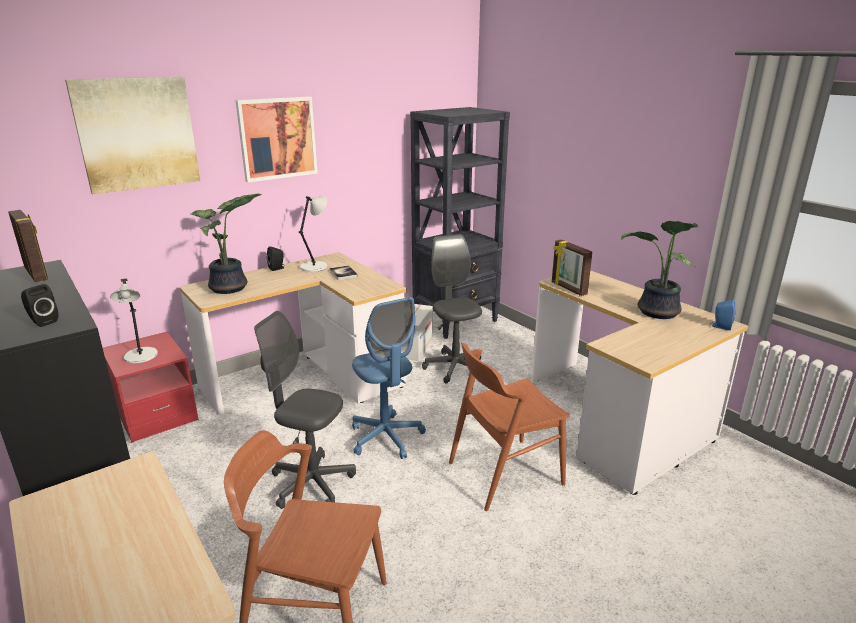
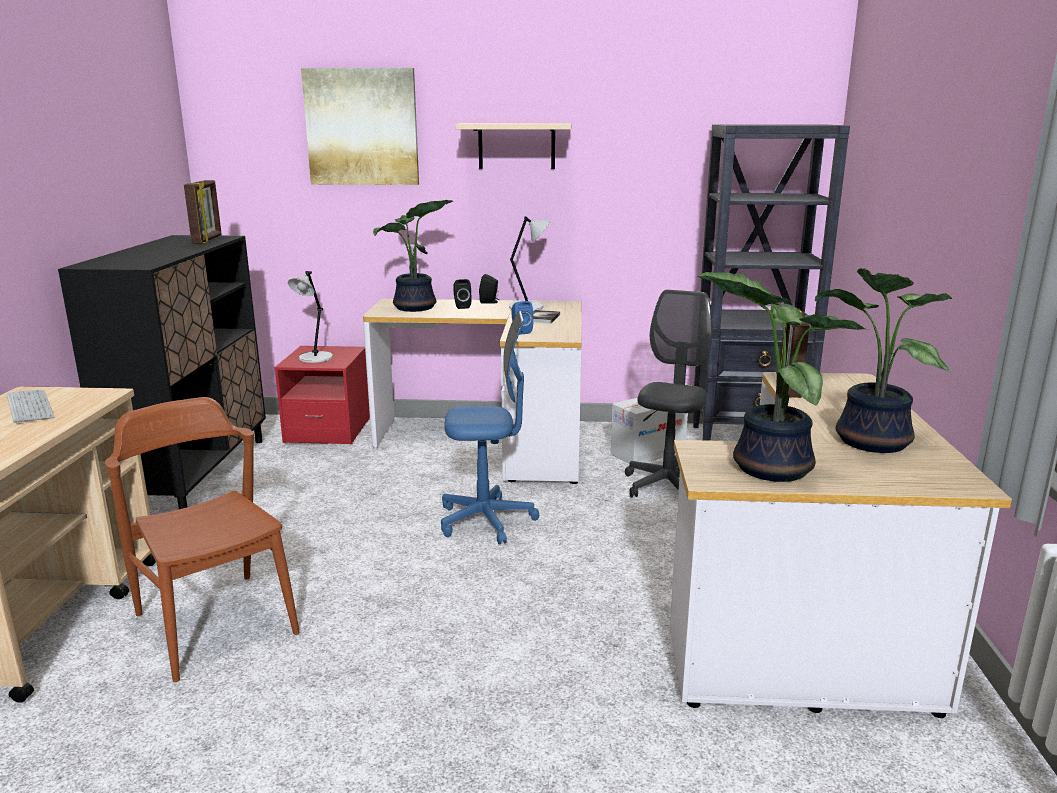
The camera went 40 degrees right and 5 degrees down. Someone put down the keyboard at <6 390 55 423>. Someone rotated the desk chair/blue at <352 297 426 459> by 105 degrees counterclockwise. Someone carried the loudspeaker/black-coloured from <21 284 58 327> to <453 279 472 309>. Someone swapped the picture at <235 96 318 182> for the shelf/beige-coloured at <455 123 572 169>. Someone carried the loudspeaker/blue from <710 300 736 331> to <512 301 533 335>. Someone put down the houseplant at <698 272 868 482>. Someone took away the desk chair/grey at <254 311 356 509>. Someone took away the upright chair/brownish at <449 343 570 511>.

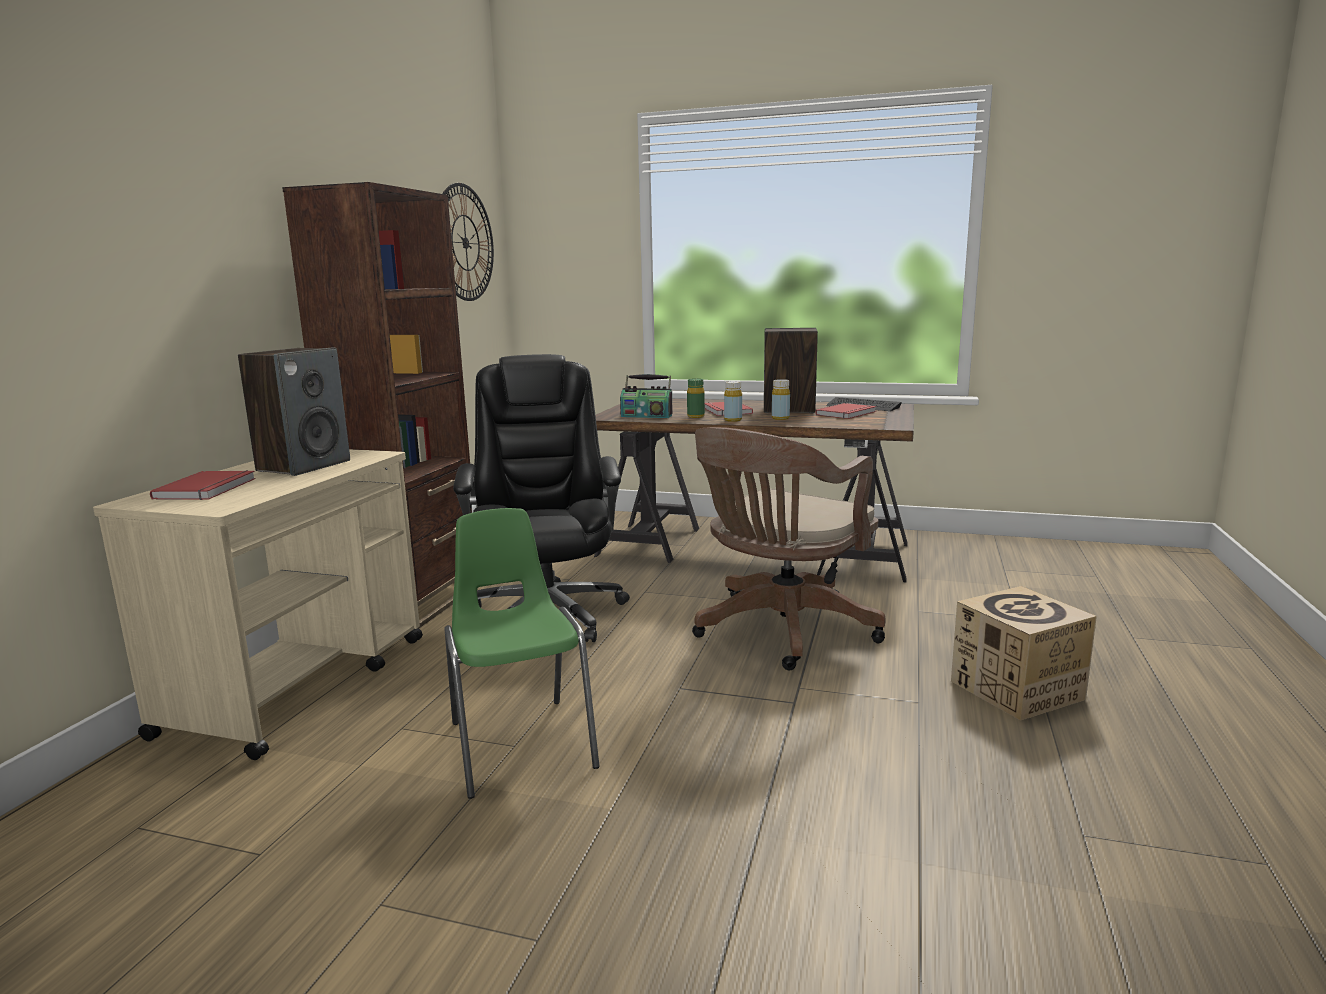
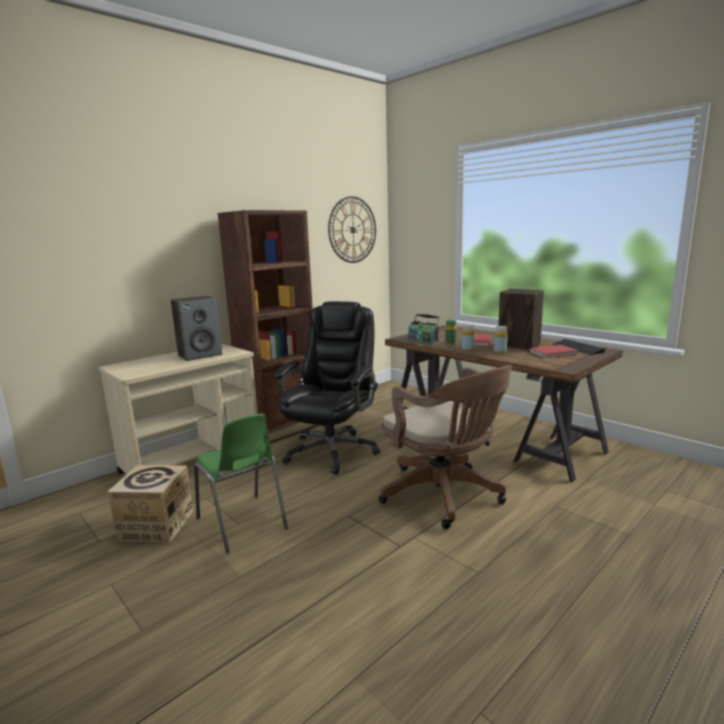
The camera went 30 degrees right and 0 degrees up. Someone carried the packing box from <951 586 1097 721> to <107 465 193 543>. Someone rotated the upright chair/greenish at <445 508 600 799> by 135 degrees clockwise. Someone rotated the desk chair/brownish at <692 427 886 670> by 105 degrees counterclockwise. Someone took away the volume/reddish at <150 470 256 500>.

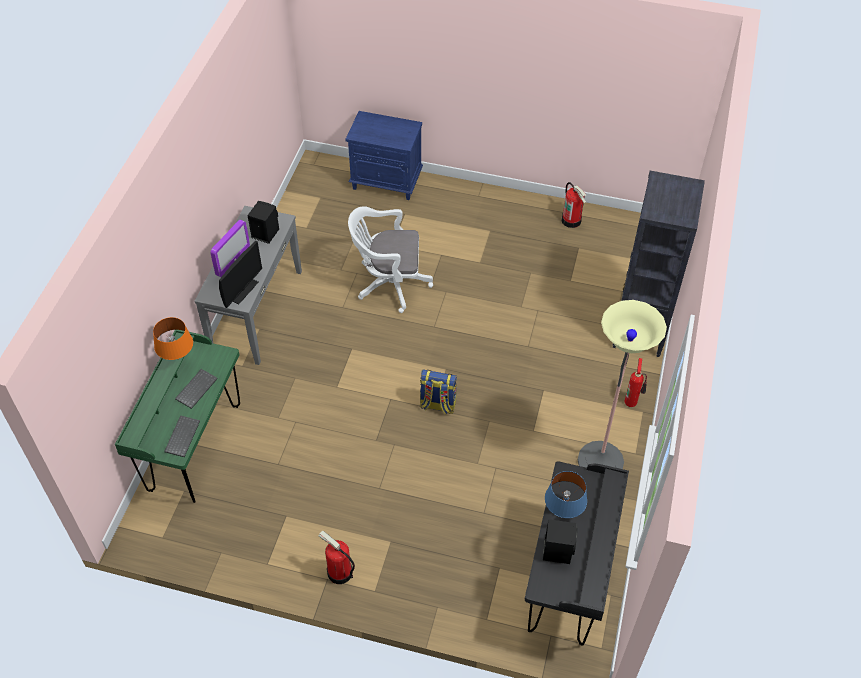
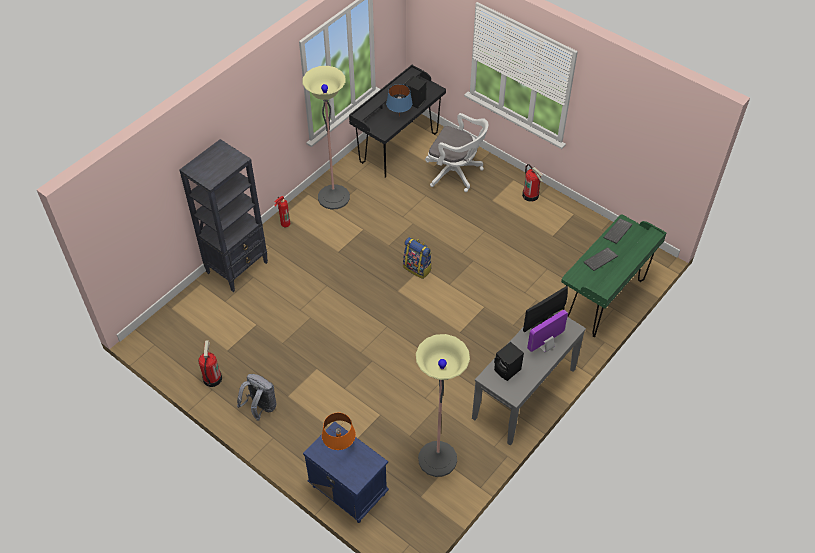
The camera went 155 degrees left and 0 degrees up. Someone put down the knapsack/grey at <237 374 276 421>. Someone carried the tabletop lamp/orange-coloured from <153 317 193 360> to <322 413 356 450>. Someone put down the standing lamp at <416 334 470 477>. Someone carried the desk chair/white-coloured from <348 206 433 313> to <425 113 488 192>.

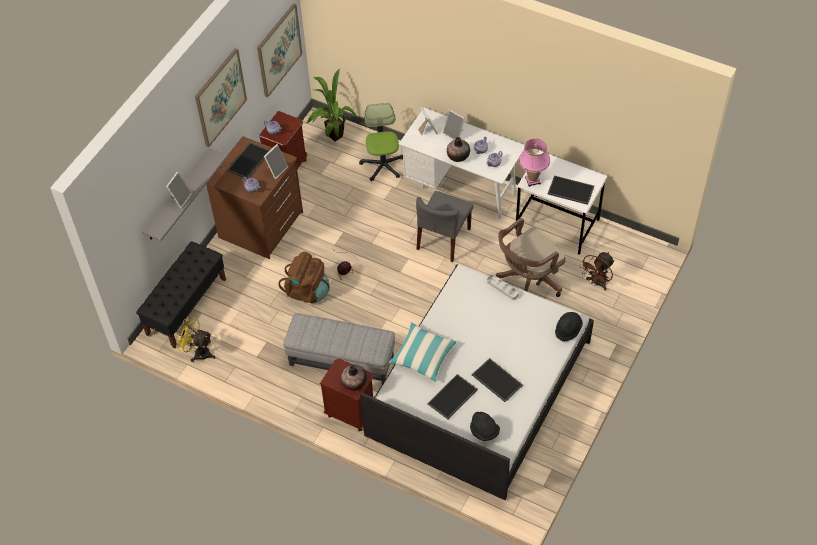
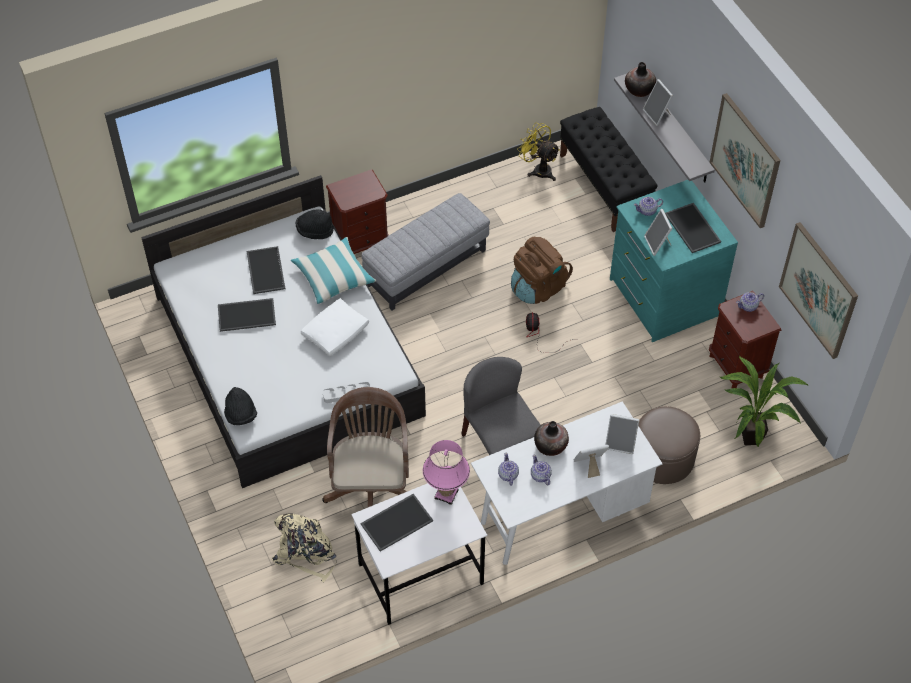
The camera went 125 degrees right and 0 degrees up. Someone swapped the cooling fan/brownish at <580 252 615 290> for the knapsack/beige-coloured at <272 513 336 582>. Someone carried the clothing hat/black-coloured from <470 412 500 441> to <296 209 334 239>. Someone put down the pillow/white-coloured at <301 298 369 356>. Someone rotated the cooling fan/yellow at <176 317 216 362> by 105 degrees counterclockwise. Someone repainted the chest of drawers/brownish at <206 136 303 259>, which became the chest of drawers/turquoise-coloured at <610 180 738 342>. Someone carried the decorative vase from <341 365 367 391> to <625 62 656 97>. Someone swapped the desk chair at <359 103 403 181> for the footrest/brownish at <638 406 700 484>.

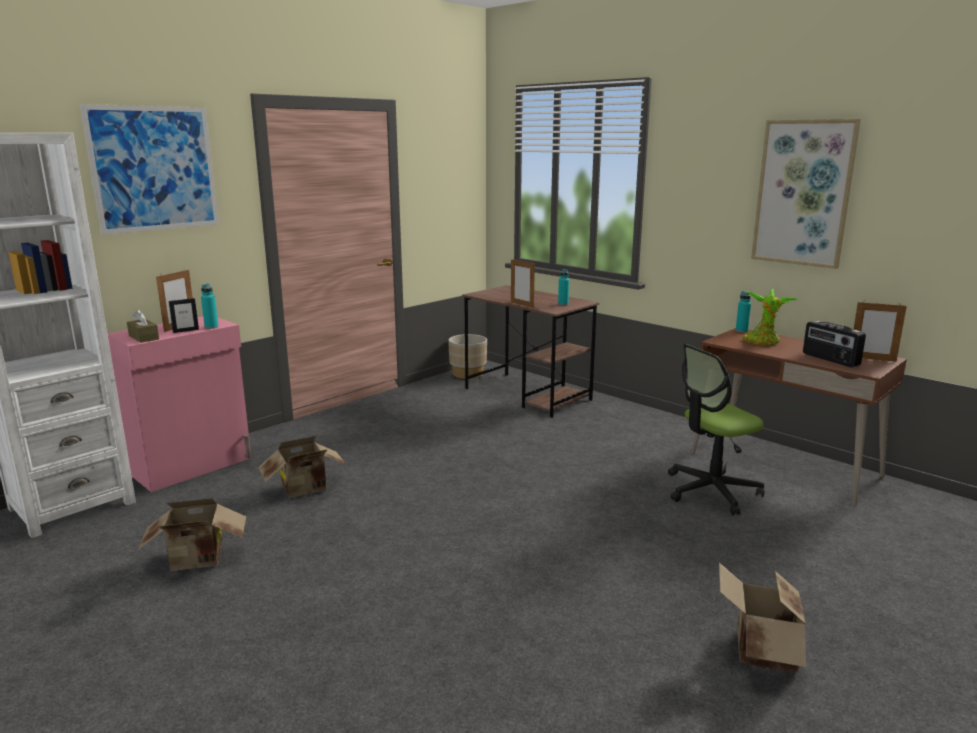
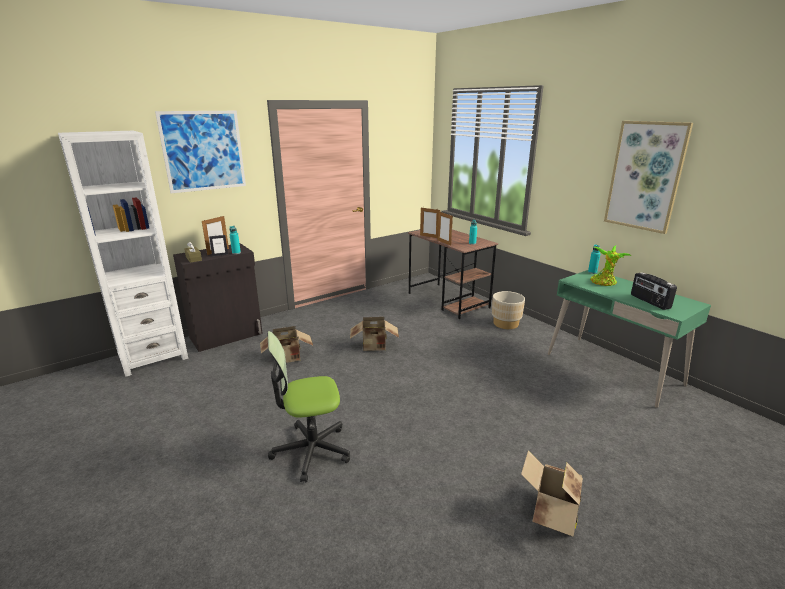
The camera went 10 degrees right and 5 degrees up. Someone repainted the cupboard/pinkish at <107 316 251 492>, which became the cupboard/black-coloured at <173 243 263 352>. Someone carried the desk chair from <668 344 765 515> to <268 331 350 483>. Someone carried the packing box from <138 498 246 571> to <350 317 399 351>. Someone carried the photo frame from <853 302 907 362> to <420 208 440 238>. Someone carried the plant pot/beige-coloured from <448 334 487 379> to <492 291 525 329>. Someone repainted the desk unit/brownish at <691 328 907 506>, which became the desk unit/greenish at <548 270 711 408>.

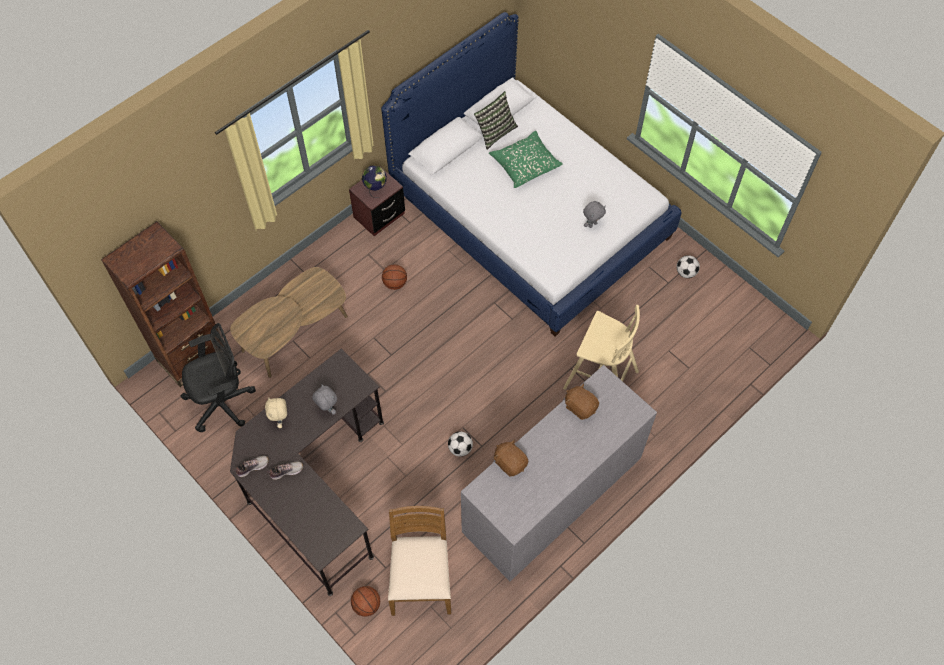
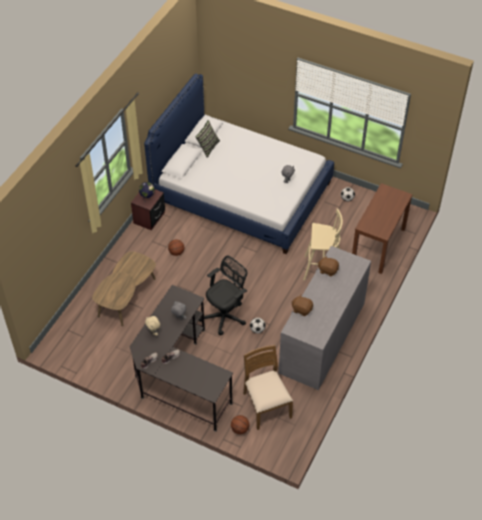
The camera went 20 degrees left and 10 degrees down. Someone carried the desk chair/black-coloured from <181 323 256 432> to <199 255 248 335>. Someone put down the hall table/brownish at <352 183 413 274>. Someone took away the shelving unit/brownish at <101 221 215 387>. Someone took away the pillow/greenish at <489 131 563 188>.

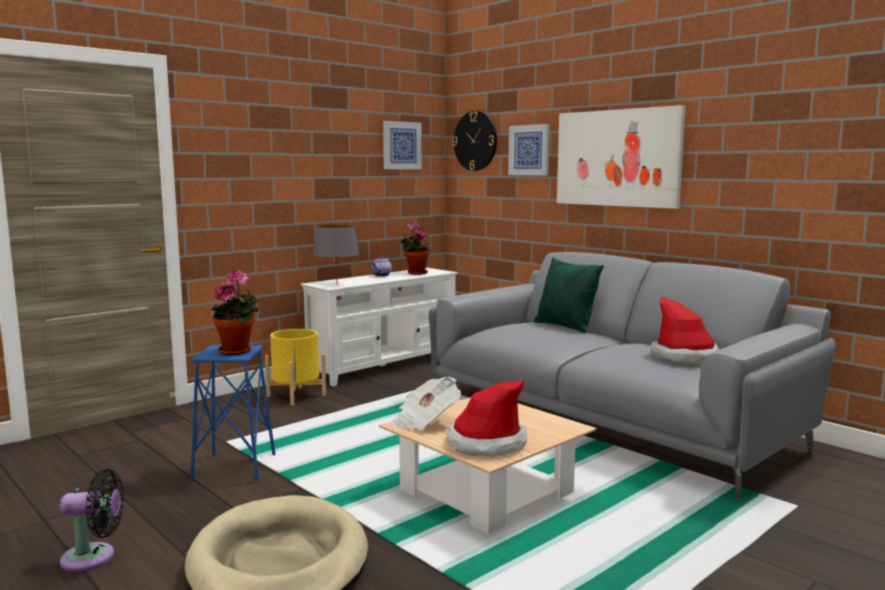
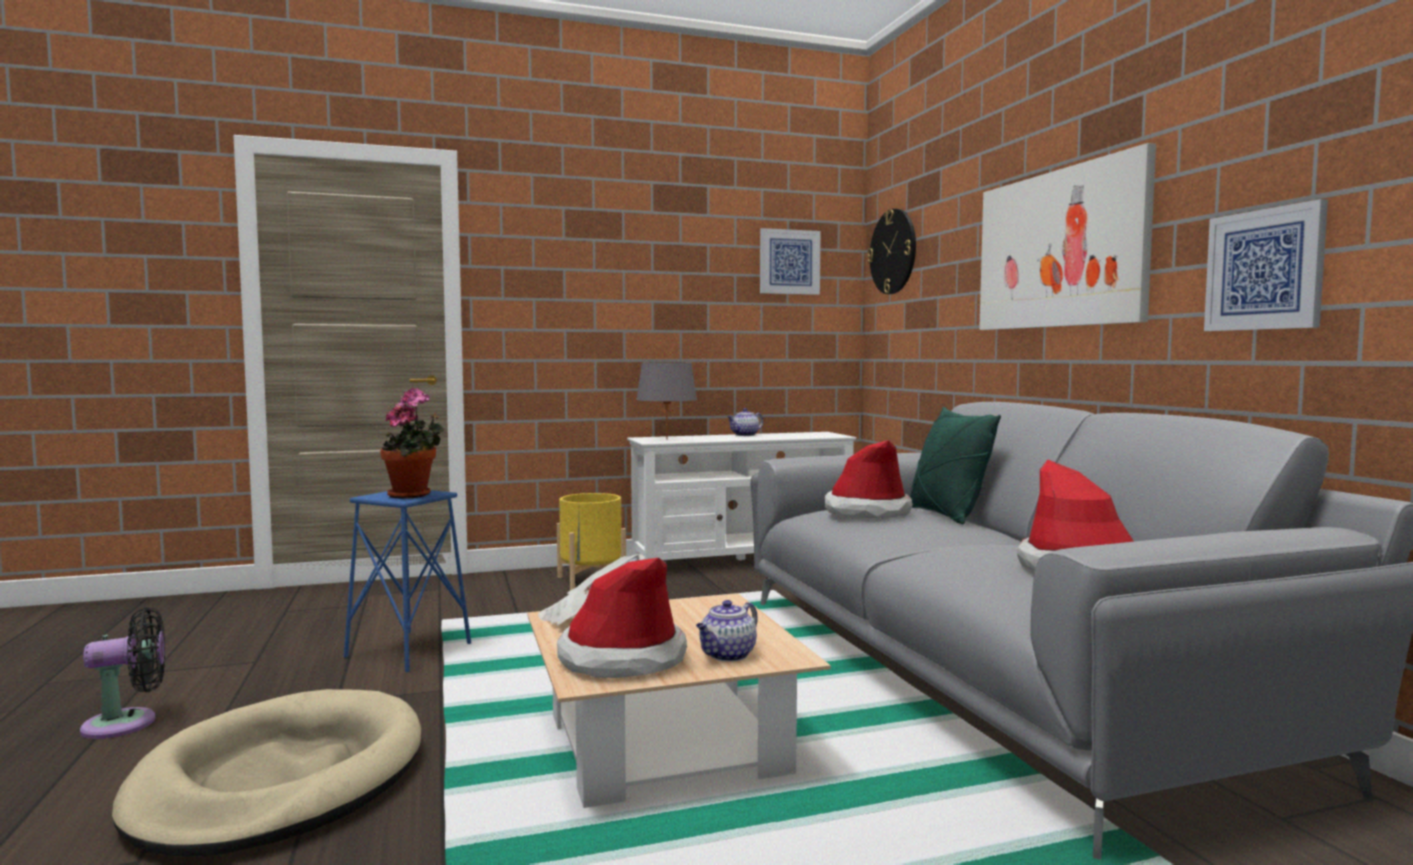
The camera went 25 degrees right and 5 degrees down. Someone rotated the cooling fan/black-coloured at <60 469 124 572> by 45 degrees counterclockwise. Someone put down the tea pot at <696 600 758 662>. Someone put down the clothing hat at <825 440 913 518>. Someone carried the picture from <508 124 549 175> to <1204 199 1328 331>. Someone took away the houseplant at <401 221 430 275>.

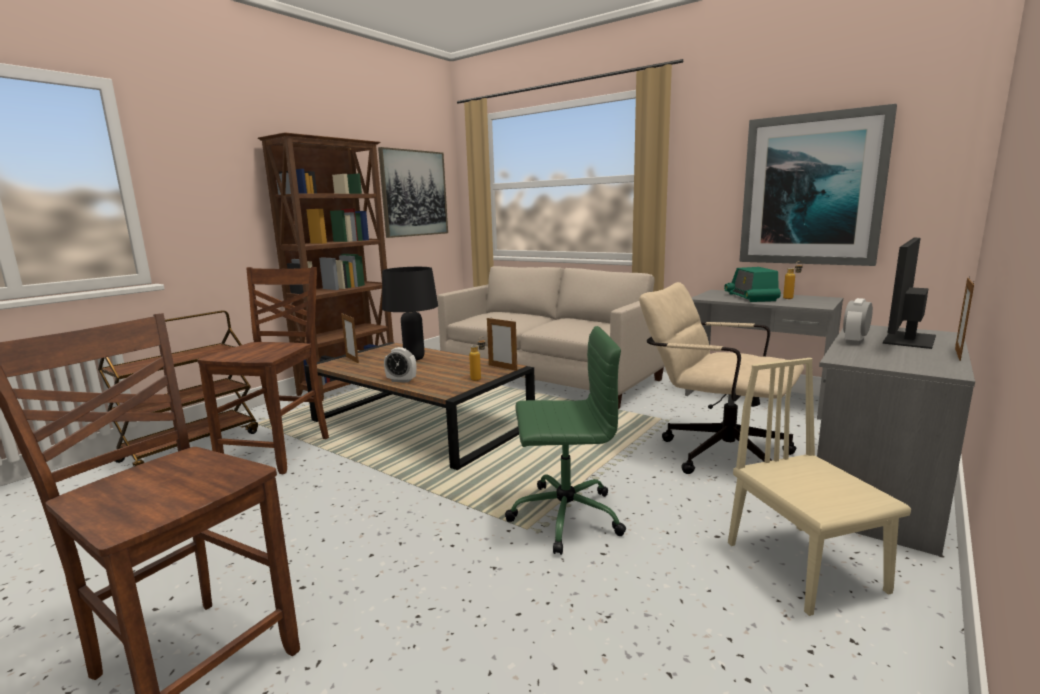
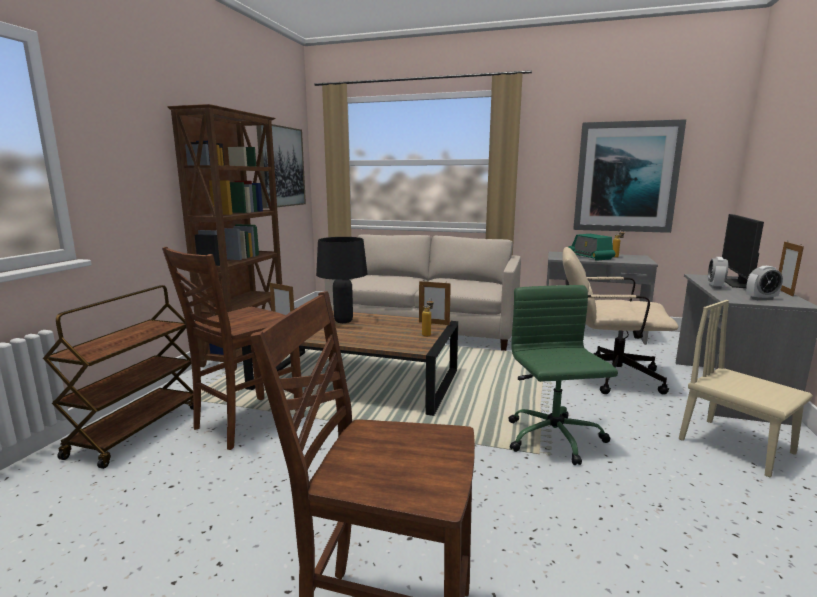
The camera went 20 degrees left and 0 degrees up. Someone rotated the upright chair/brownish at <197 267 329 474> by 135 degrees counterclockwise. Someone rotated the desk chair/greenish at <505 326 626 555> by 75 degrees counterclockwise. Someone carried the alarm clock from <384 347 416 383> to <746 266 783 300>.

